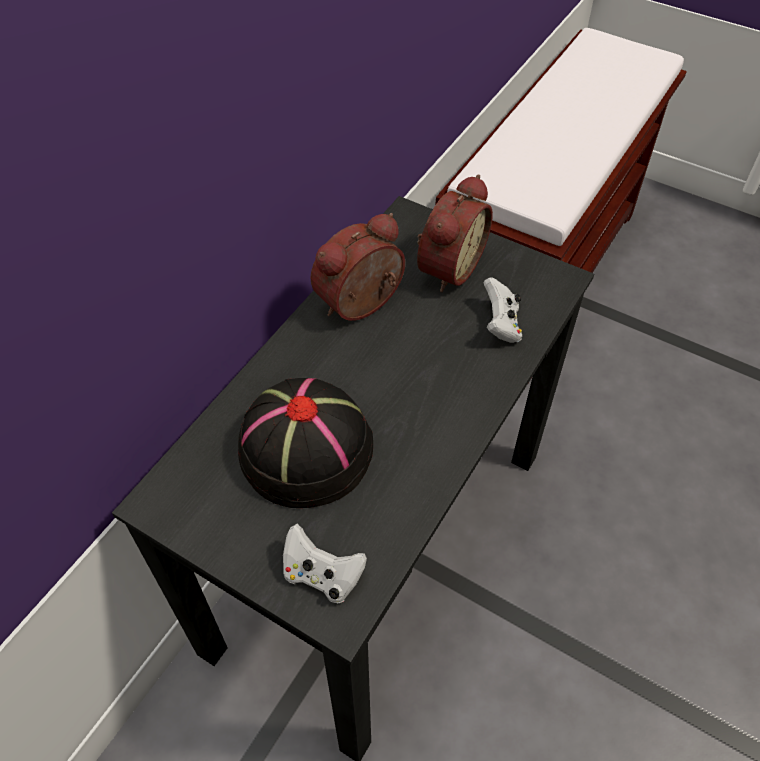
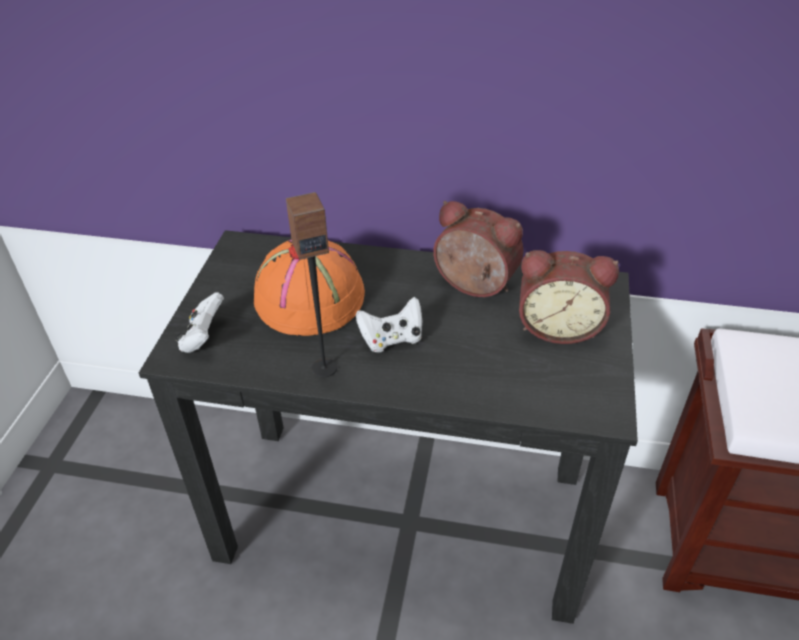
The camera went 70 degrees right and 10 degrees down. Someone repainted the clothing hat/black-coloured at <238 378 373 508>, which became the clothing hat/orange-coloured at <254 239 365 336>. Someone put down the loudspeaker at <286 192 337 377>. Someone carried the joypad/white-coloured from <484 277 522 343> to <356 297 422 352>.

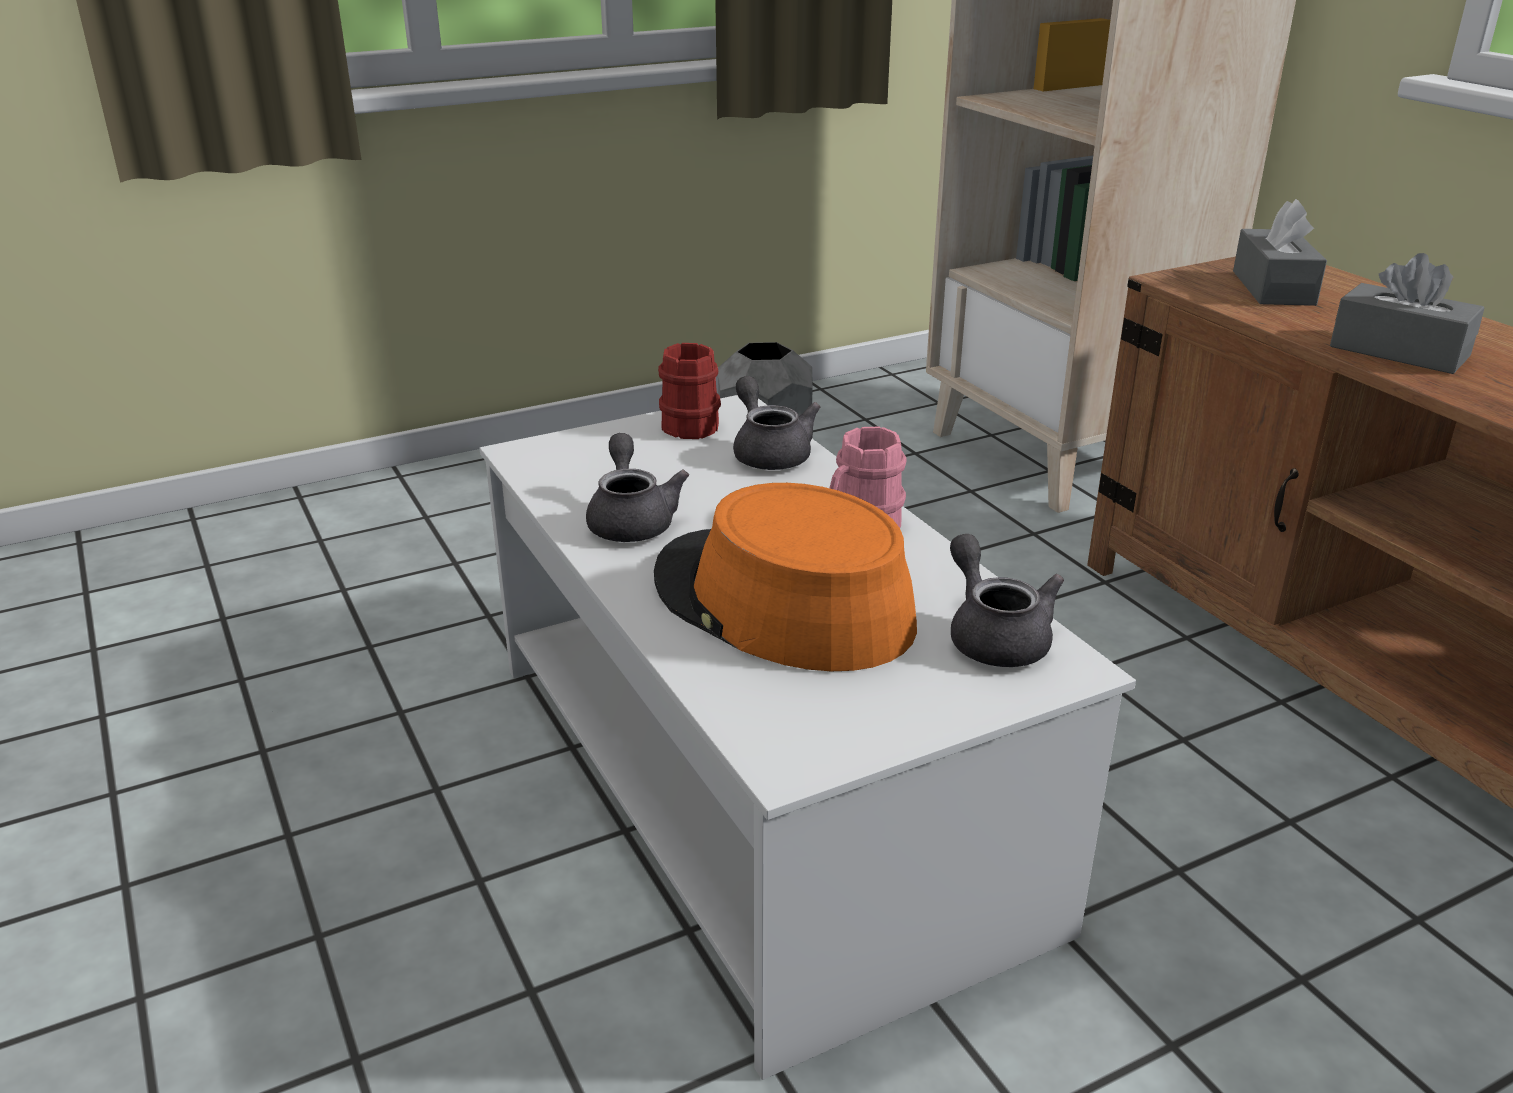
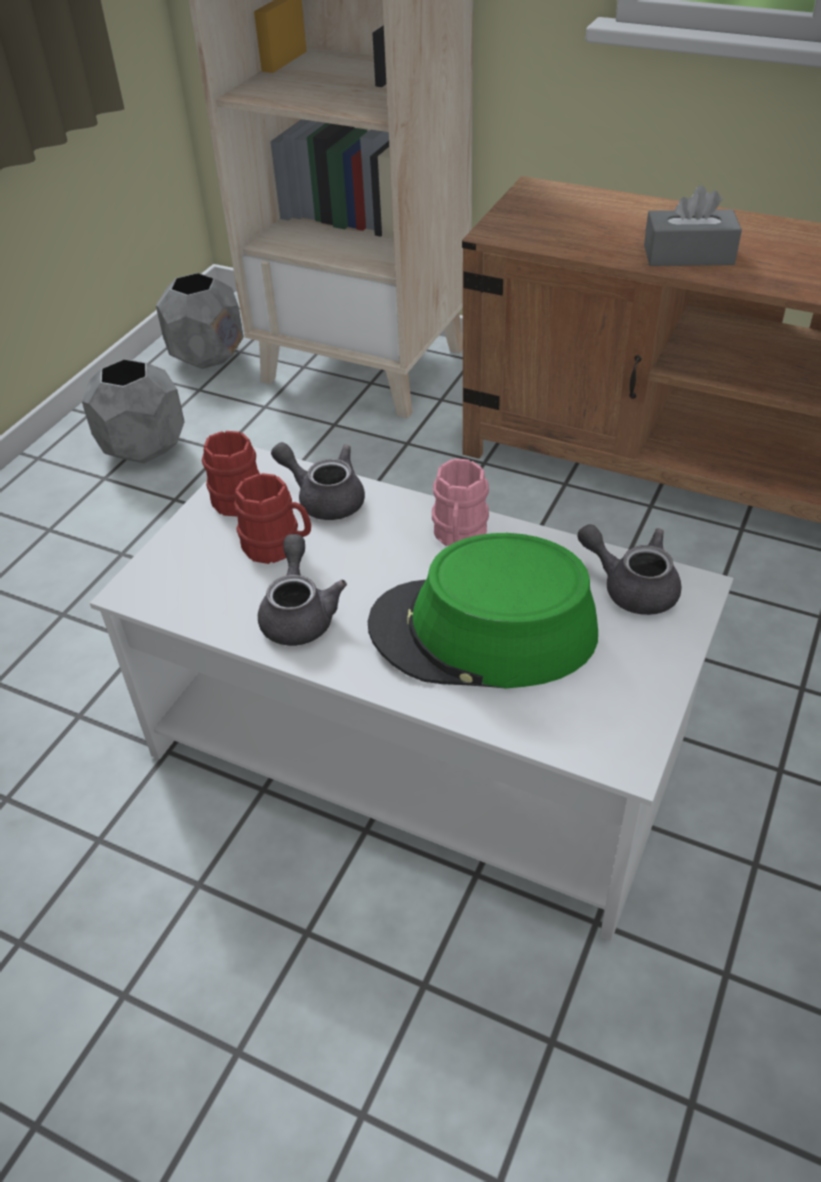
The camera went 35 degrees left and 15 degrees up. Someone put down the plant pot/grey at <156 273 244 369>. Someone put down the tea mug/reddish at <234 473 311 564>. Someone rotated the tea pot/grey at <586 433 689 542> by 45 degrees clockwise. Someone repainted the clothing hat/orange-coloured at <654 483 917 671>, which became the clothing hat/greenish at <368 533 598 689>. Someone took away the tissue holder/grey at <1233 199 1327 306>.

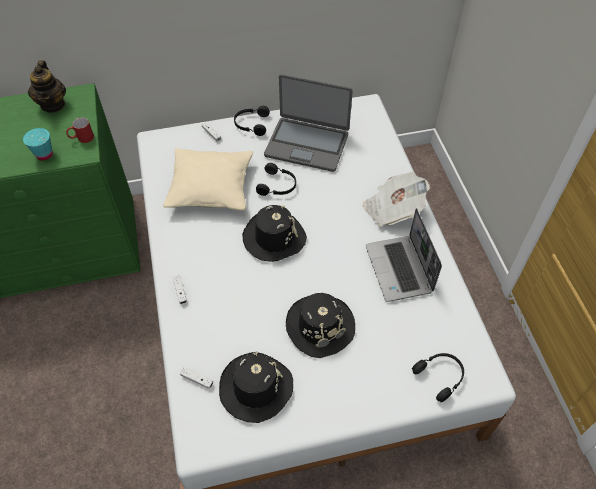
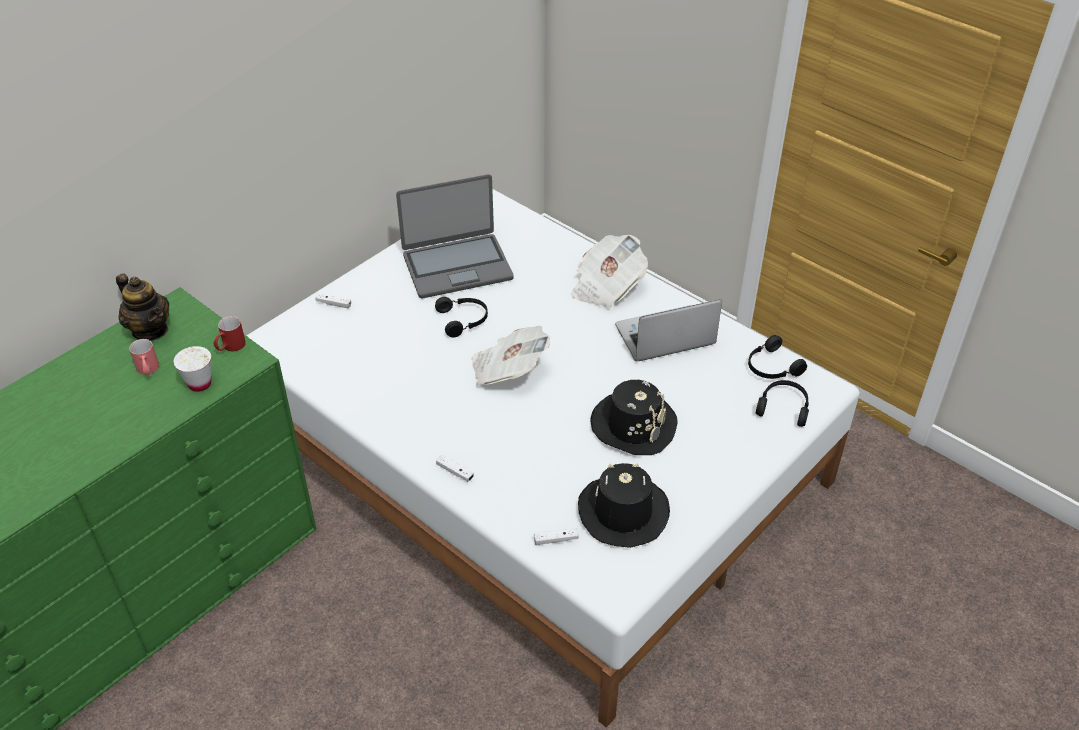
The camera went 35 degrees left and 10 degrees down. Someone put down the tea mug/reddish at <129 339 159 376>. Someone repainted the cup/turquoise-coloured at <23 128 53 160>, which became the cup/white-coloured at <173 346 211 392>. Someone swapped the clothing hat/black-coloured at <242 205 307 262> for the printed paper at <471 326 550 386>. Someone rotated the notebook computer at <366 208 442 302> by 120 degrees clockwise. Someone carried the pair of headphones/black-coloured from <234 106 270 136> to <748 335 807 379>. Someone took away the pillow/beige-coloured at <163 148 253 211>.

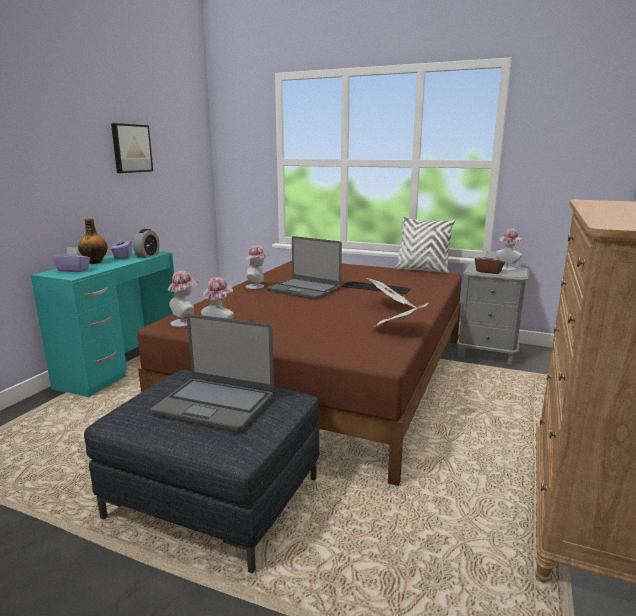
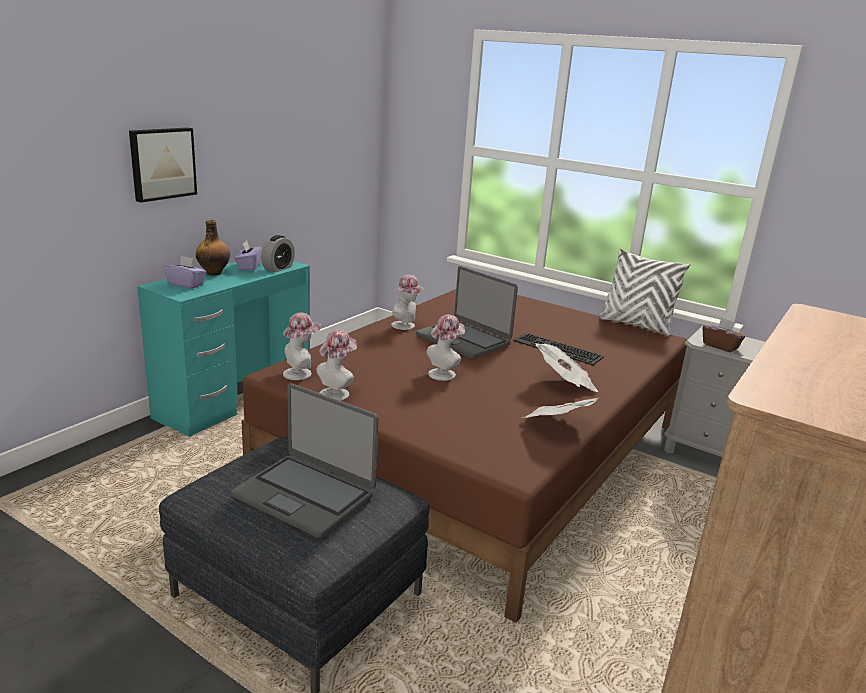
The camera went 10 degrees right and 5 degrees up. Someone carried the picture from <111 123 153 173> to <129 127 197 202>. Someone carried the clothing hat from <496 228 522 271> to <427 315 465 381>.

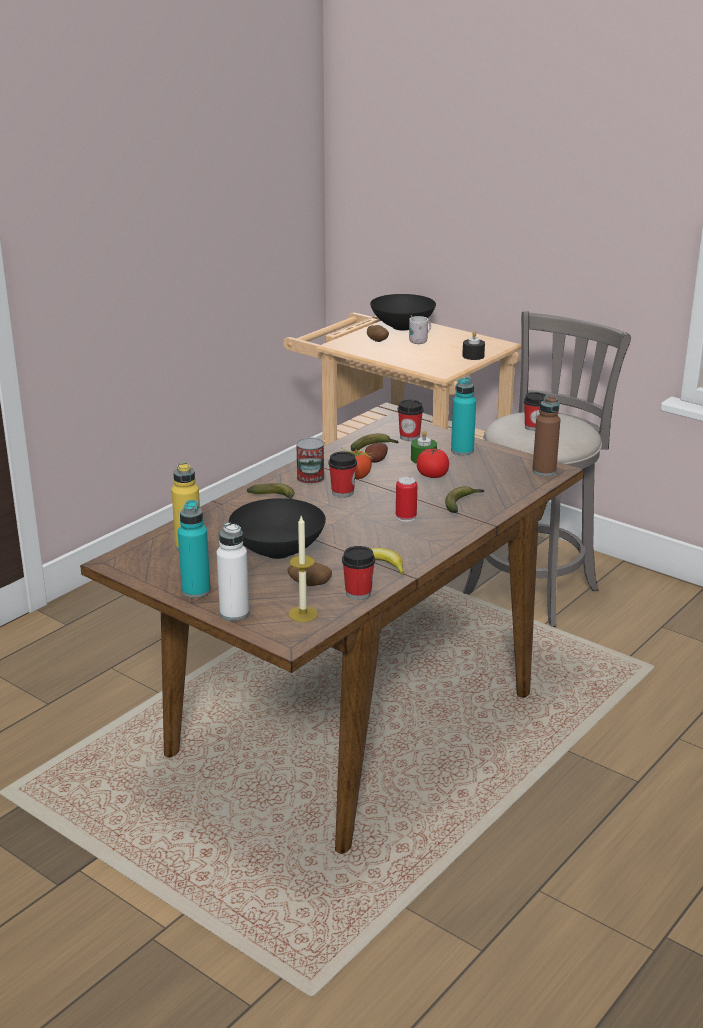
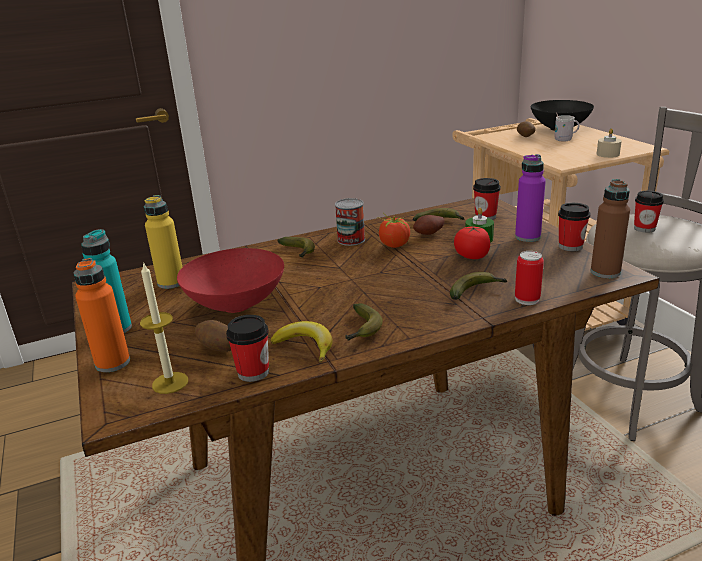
The camera went 30 degrees right and 0 degrees up. Someone repainted the bottle/white-coloured at <217 522 249 621>, which became the bottle/orange-coloured at <74 258 130 372>. Someone repainted the serving bowl/black-coloured at <229 498 326 559>, which became the serving bowl/reddish at <177 248 284 313>. Someone put down the whole banana at <345 303 383 341>. Someone repainted the bottle/turquoise-coloured at <451 377 476 455>, which became the bottle/purple at <515 154 546 242>. Someone carried the can from <396 476 417 522> to <515 251 544 305>. Someone carried the cup from <328 451 357 498> to <558 203 591 251>. Someone repainted the wax light/black-coloured at <462 331 485 360>, which became the wax light/beige-coloured at <597 128 622 158>.

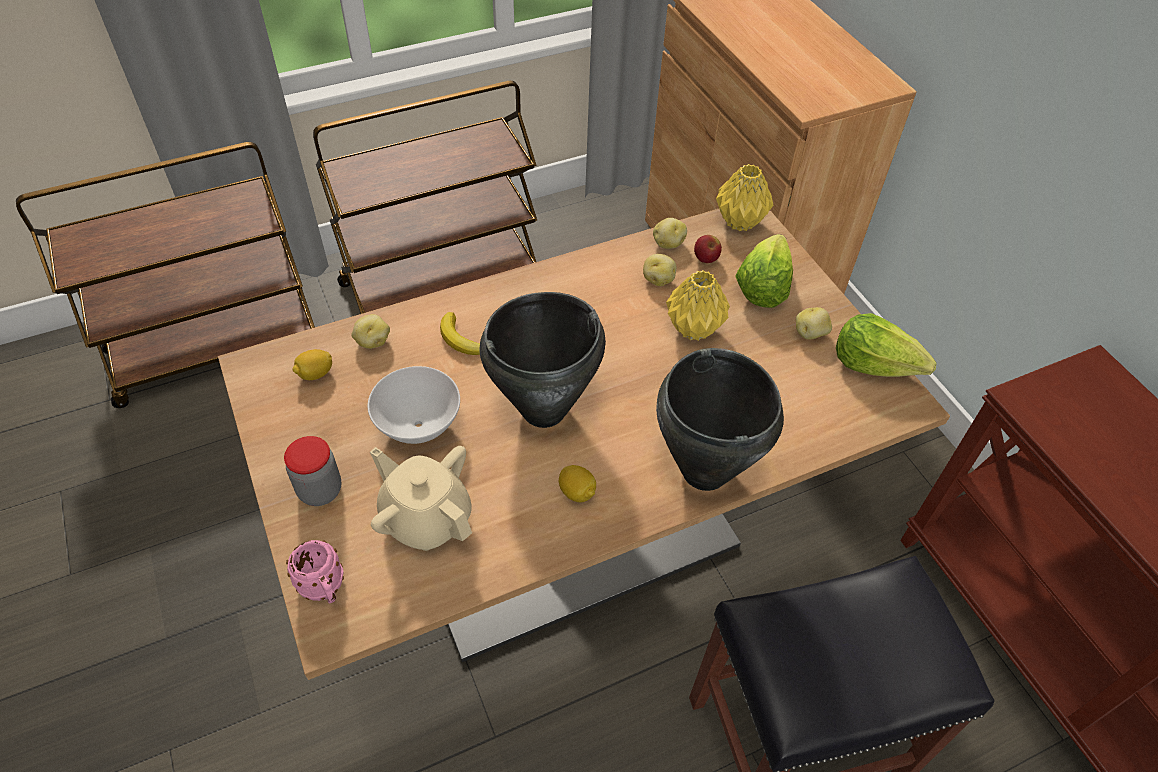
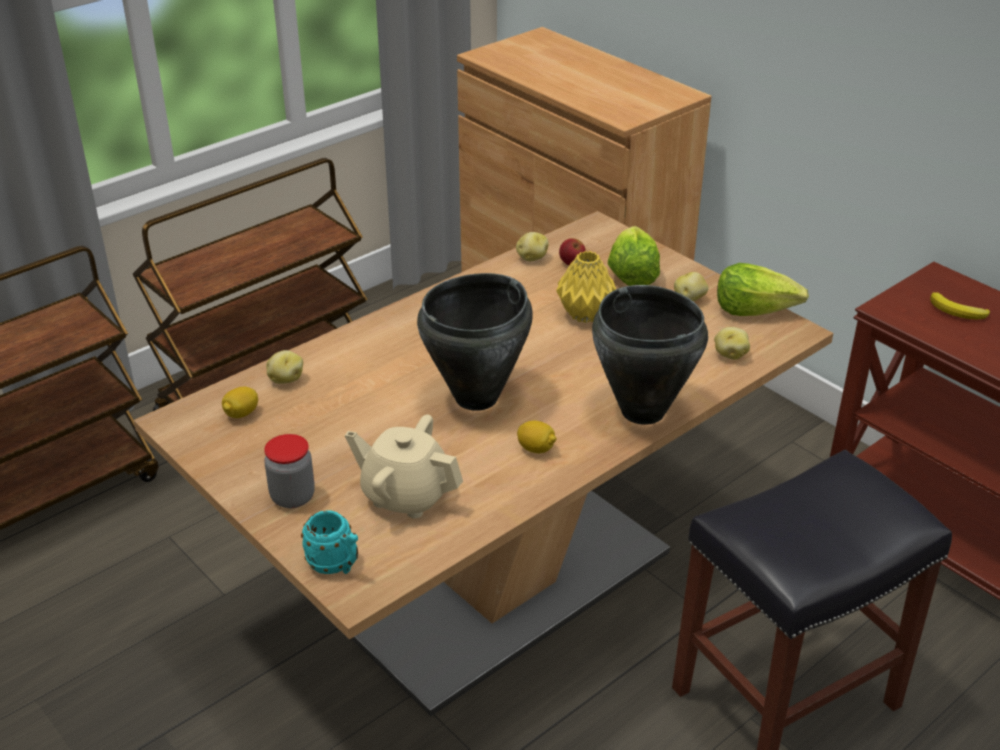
The camera went 15 degrees left and 15 degrees down. Someone repainted the tea mug/pinkish at <286 540 344 603>, which became the tea mug/turquoise-coloured at <301 510 358 574>. Someone carried the whole potato from <643 254 676 286> to <714 327 750 360>. Someone carried the whole banana from <440 312 480 355> to <930 292 990 319>. Someone took away the serving bowl/white-coloured at <368 366 460 444>. Someone took away the decorative vase/yellow at <716 164 773 231>.

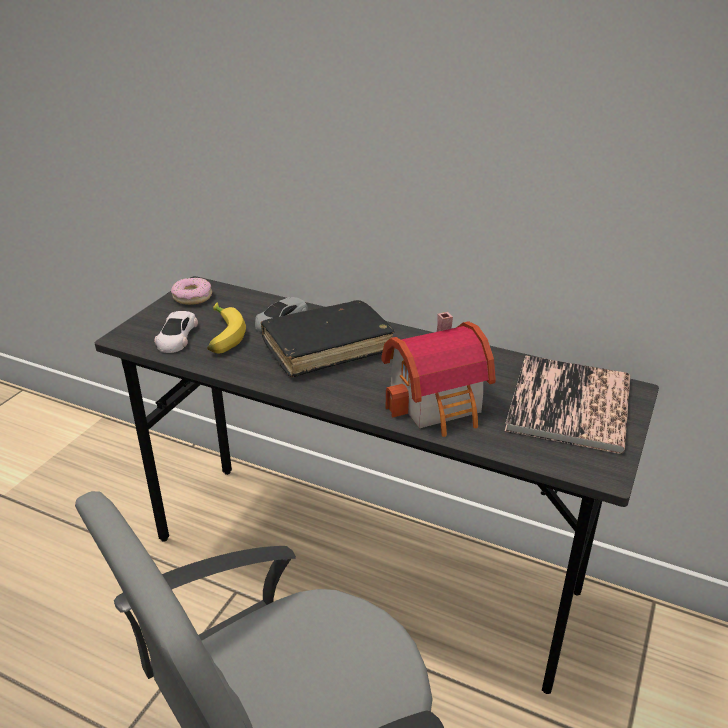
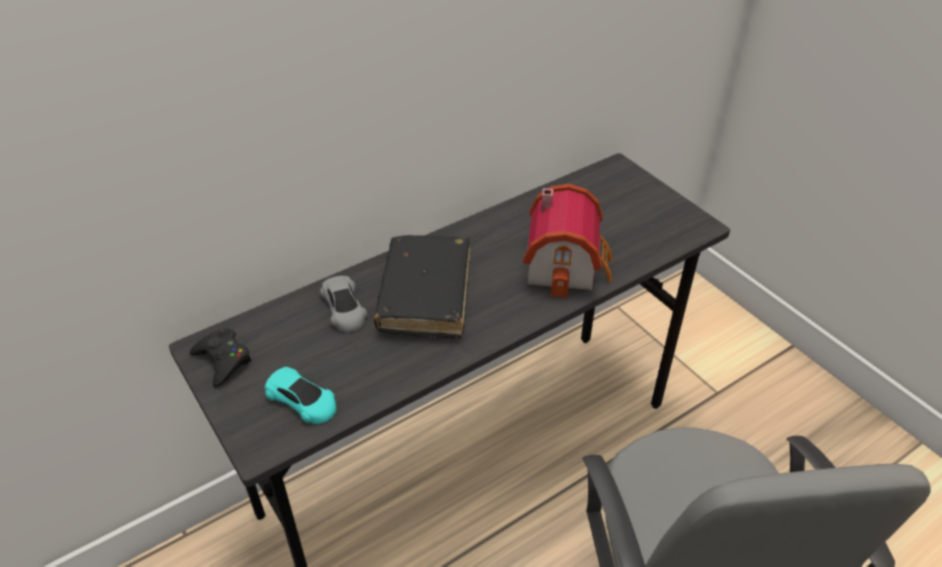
The camera went 60 degrees left and 10 degrees up. Someone swapped the ring doughnut at <171 278 212 305> for the joypad/black-coloured at <190 329 251 388>. Someone repainted the miniature car/white-coloured at <154 311 198 353>, which became the miniature car/turquoise-coloured at <264 367 336 424>. Someone took away the whole banana at <207 303 246 354>. Someone took away the volume at <505 356 630 454>.

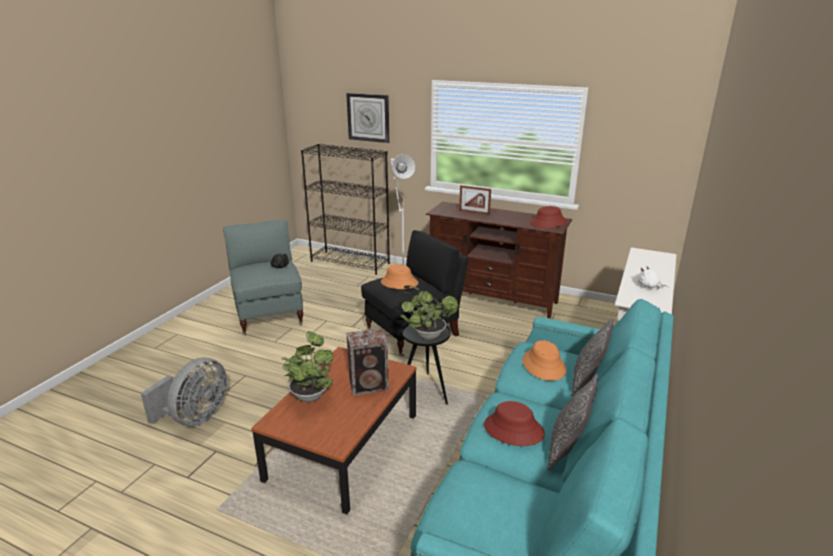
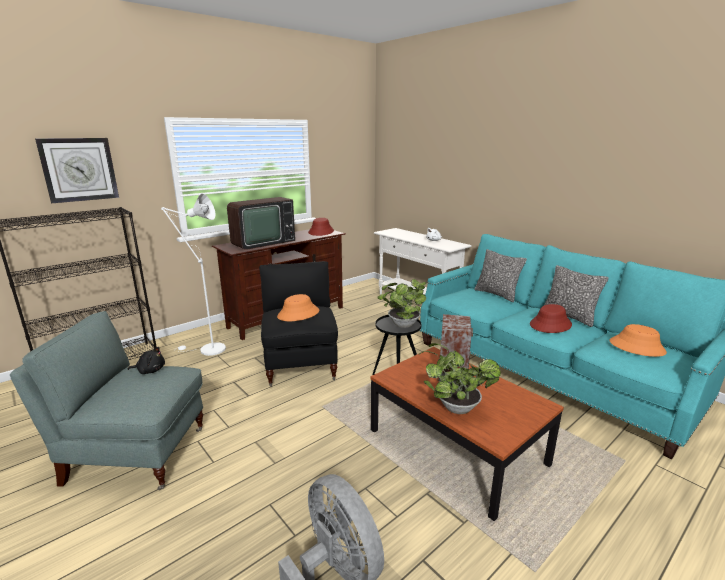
The camera went 65 degrees left and 5 degrees down. Someone swapped the photo frame at <459 185 491 215> for the TV at <227 197 295 250>. Someone carried the clothing hat/orange-coloured from <523 340 566 381> to <610 324 667 357>.

